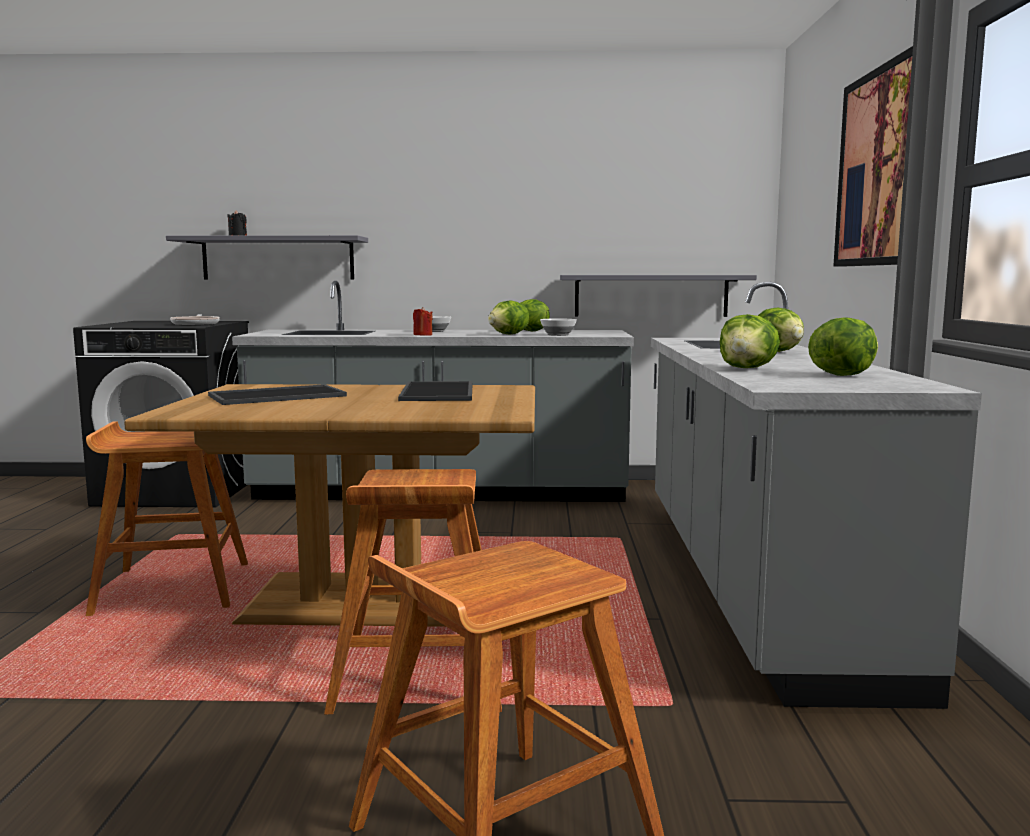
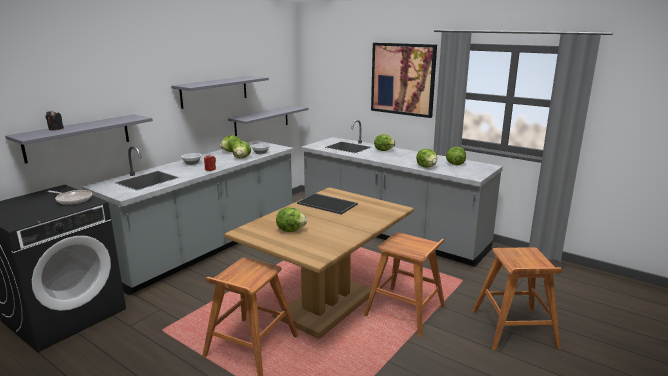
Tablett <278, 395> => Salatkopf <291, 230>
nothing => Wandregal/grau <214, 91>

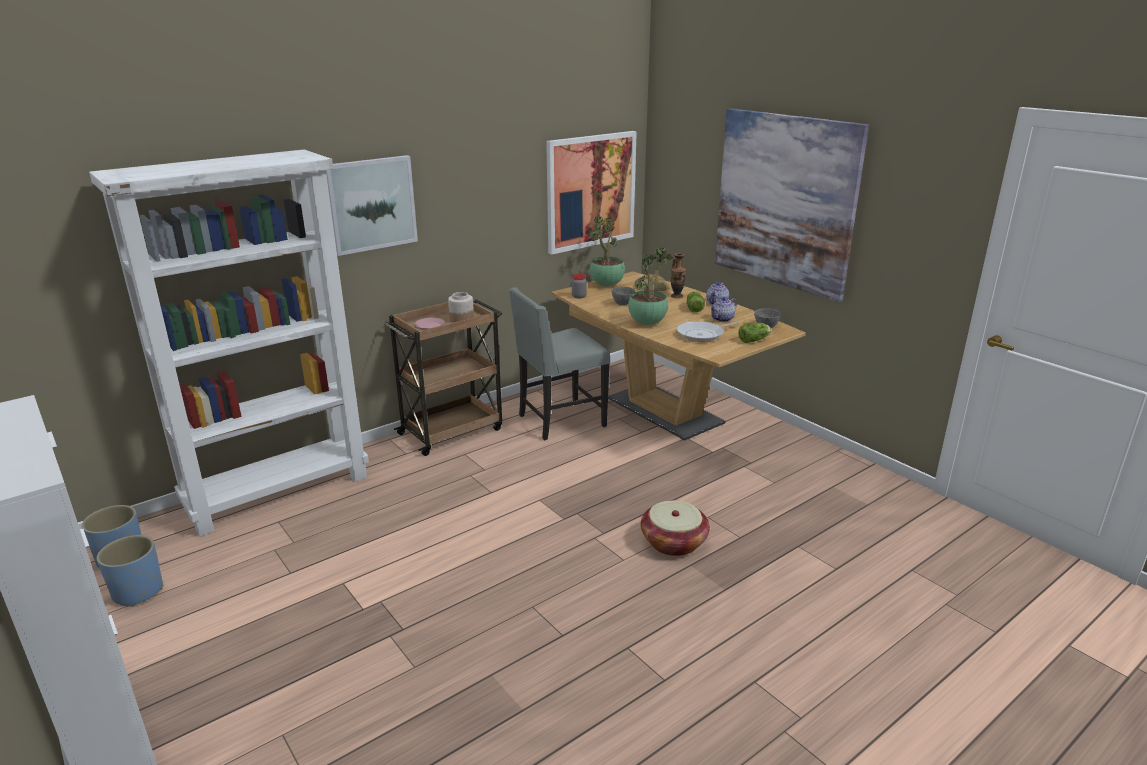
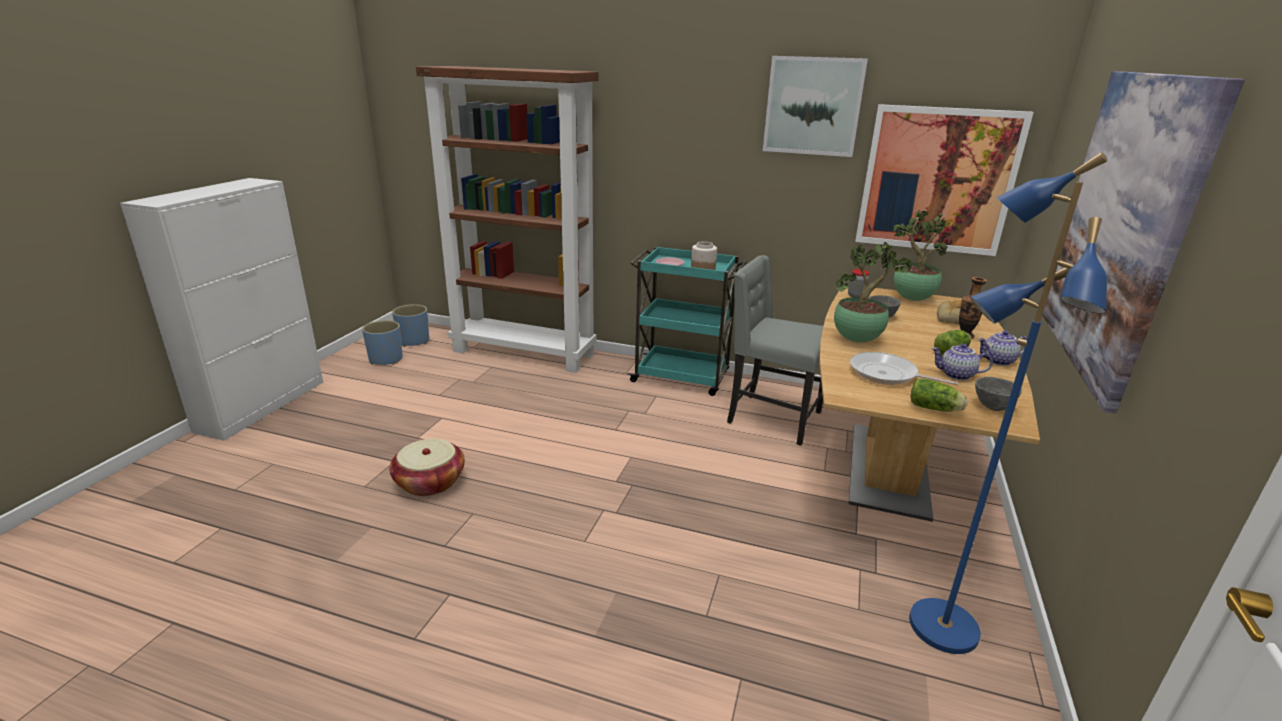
Bücherregal/weiß <279, 492> => Bücherregal/braun <525, 353>
Bild <371, 204> => Bild <813, 106>, shifted
Rollwagen/braun <452, 431> => Rollwagen/türkis <682, 377>
Korb <673, 542> => Korb <430, 482>, shifted
nothing => Stehlampe/blau <941, 627>

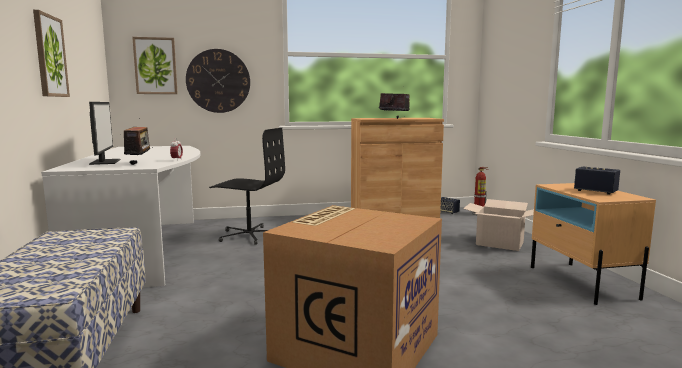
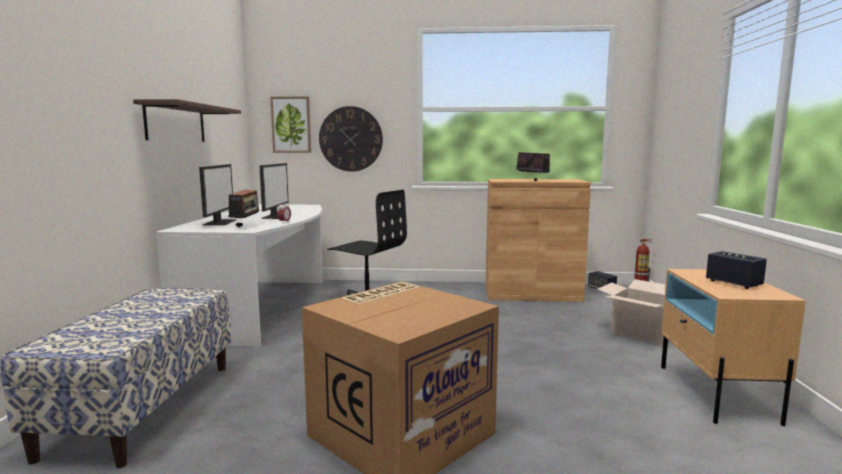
Bild <50, 56> => Wandregal <176, 123>
nothing => Monitor <276, 216>

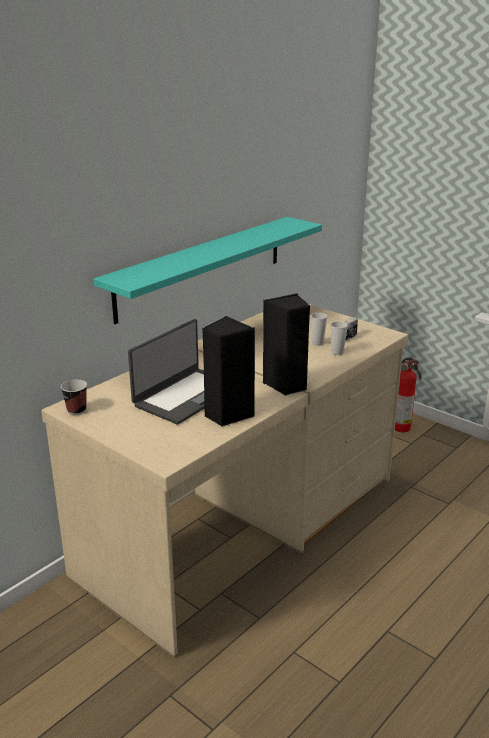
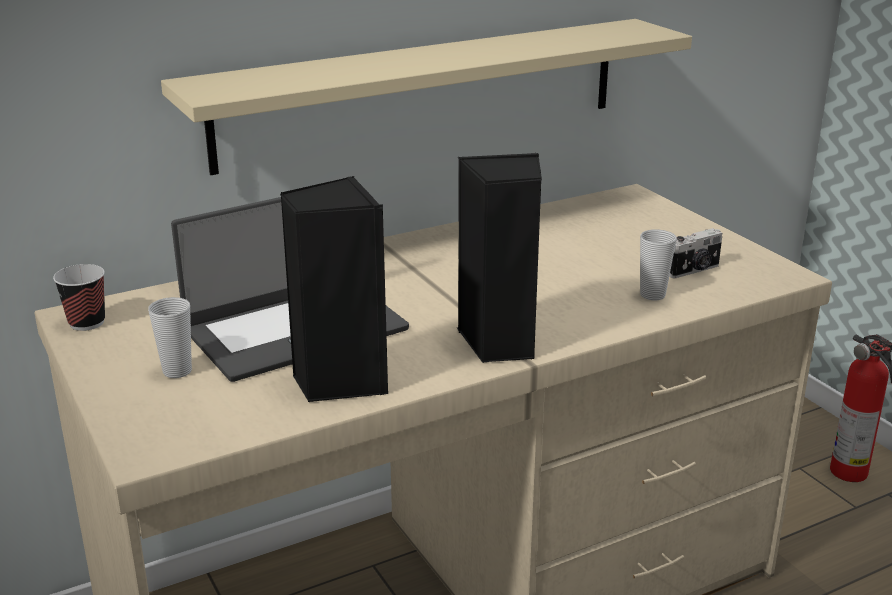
Wandregal/türkis <202, 267> => Wandregal/beige <423, 92>
Tasse <317, 343> => Tasse <177, 371>, shifted

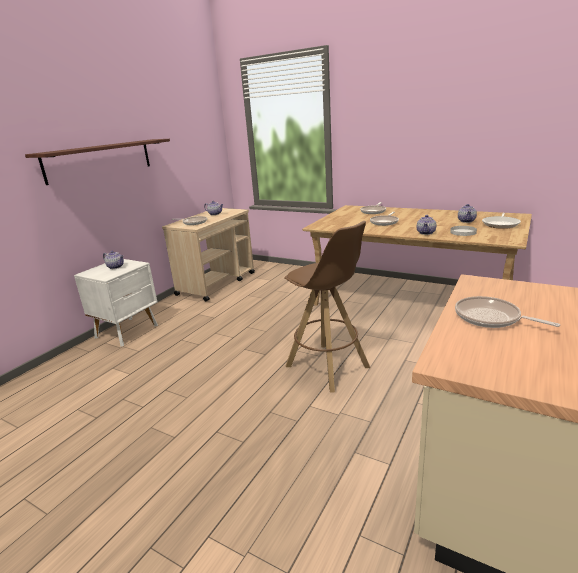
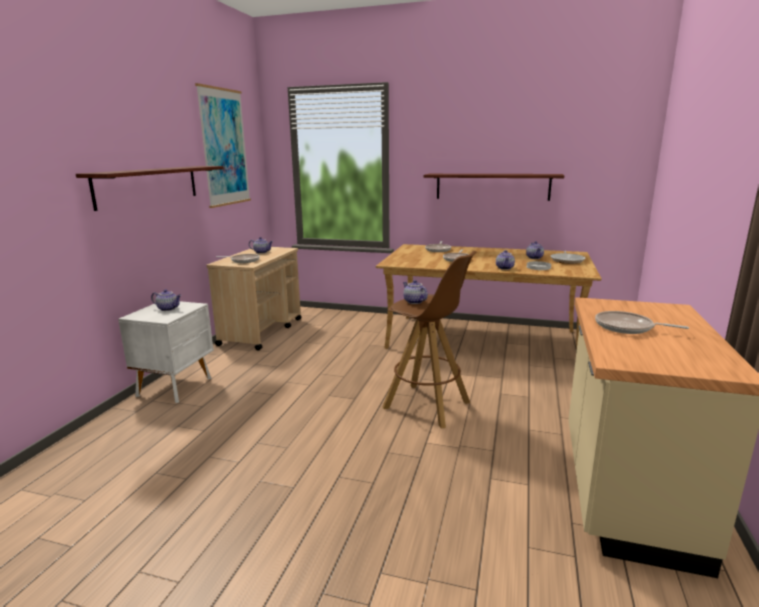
nothing => Bild <224, 147>
nothing => Wandregal <492, 186>
nothing => Teekanne <414, 302>

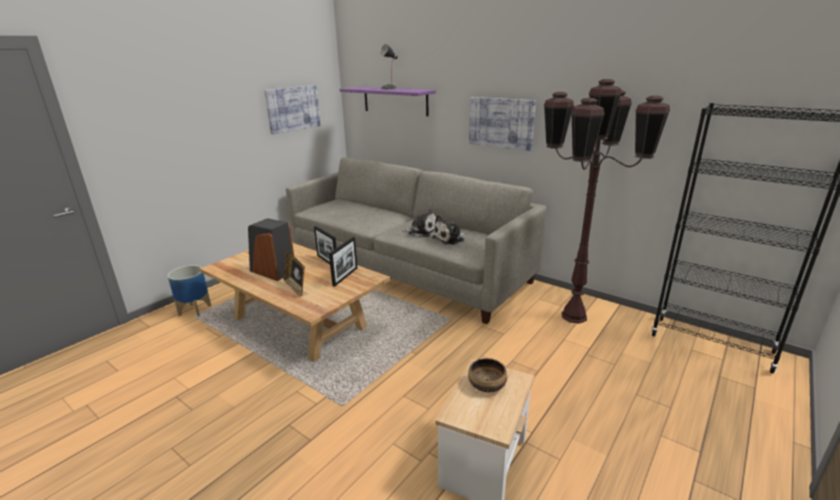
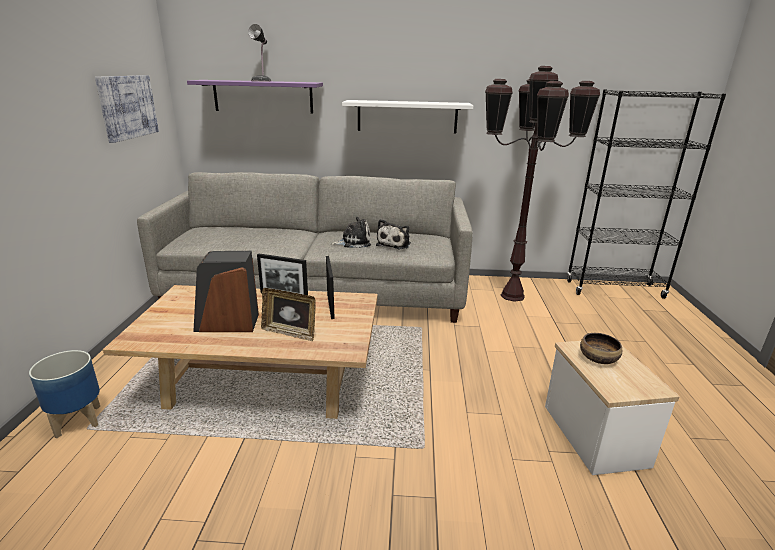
Bild <501, 123> => Wandregal/weiß <407, 116>

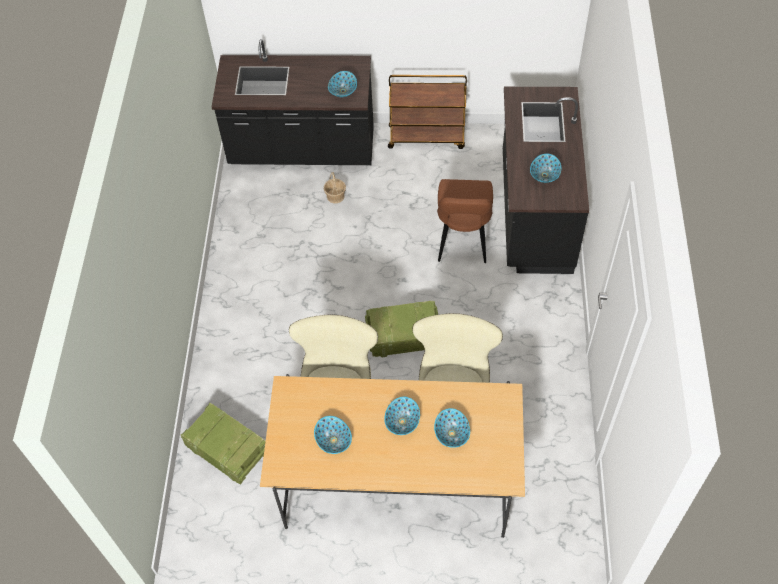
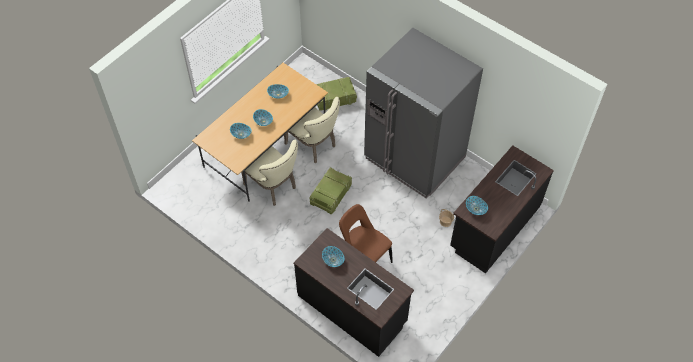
Rollwagen/braun <427, 136> => nothing
nothing => Kühlschrank/grau <414, 158>

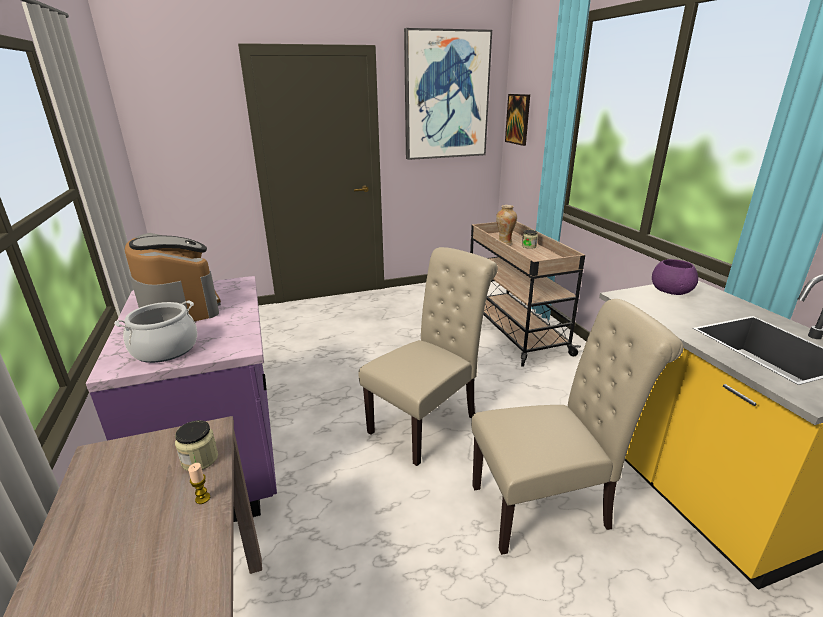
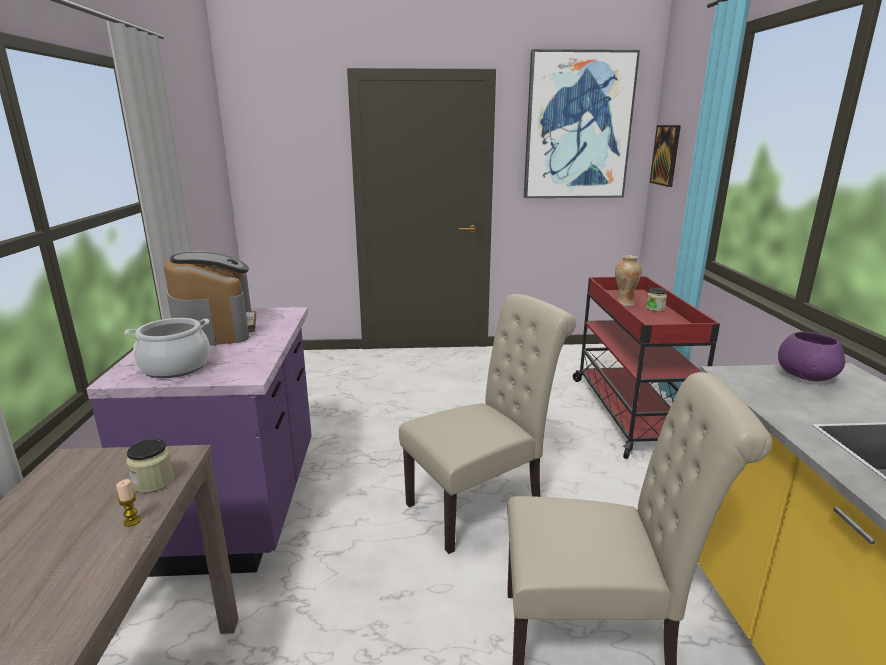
Rollwagen/beige <513, 329> => Rollwagen/rot <629, 412>

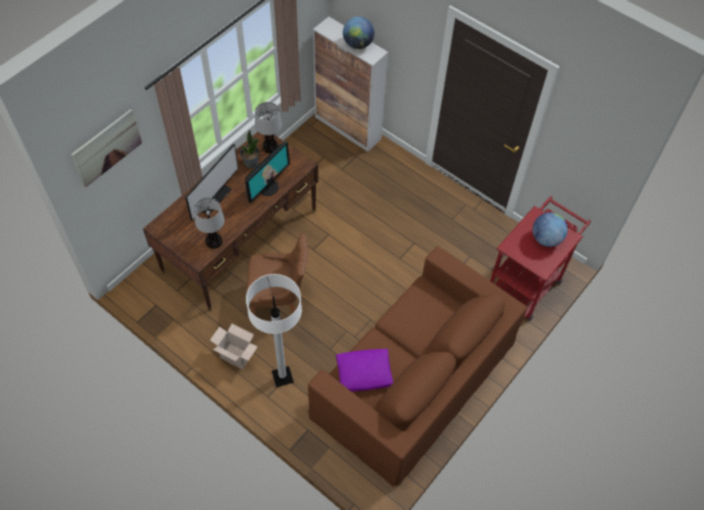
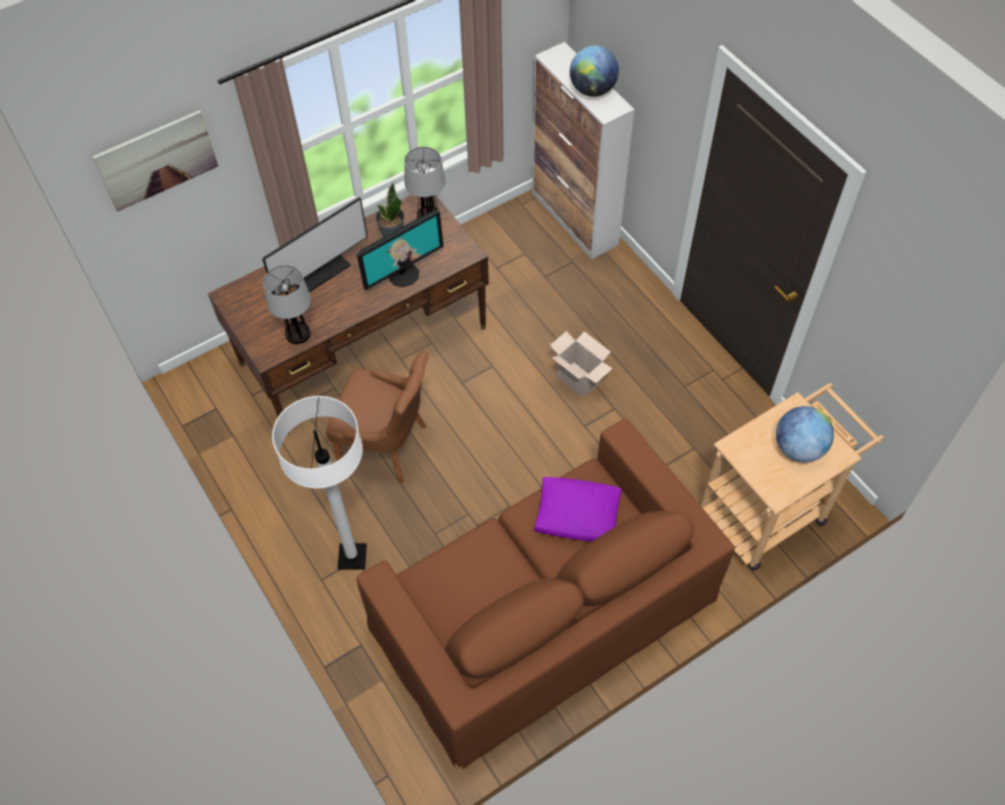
Rollwagen/rot <527, 282> => Rollwagen/beige <771, 510>
Karton <237, 356> => Karton <580, 380>, shifted
Kissen/lila <364, 373> => Kissen/lila <578, 515>, shifted

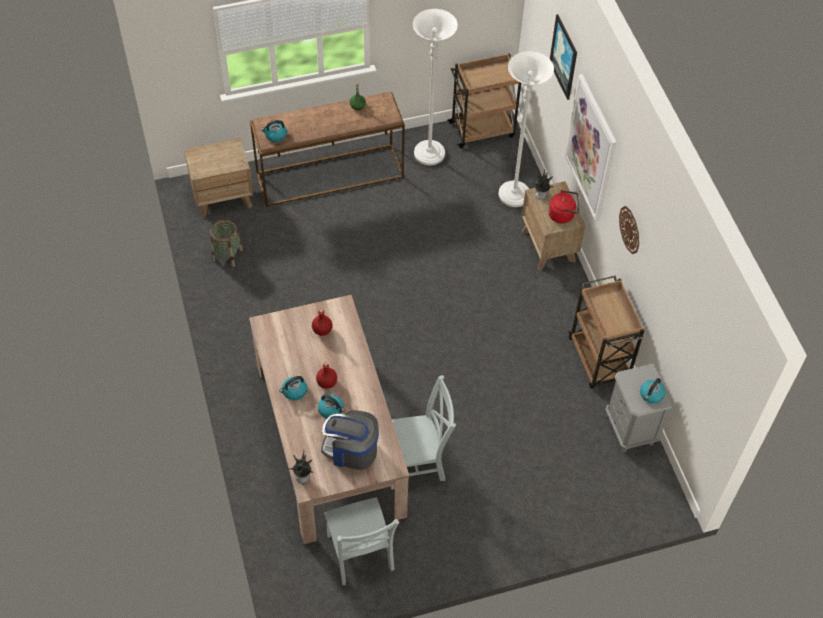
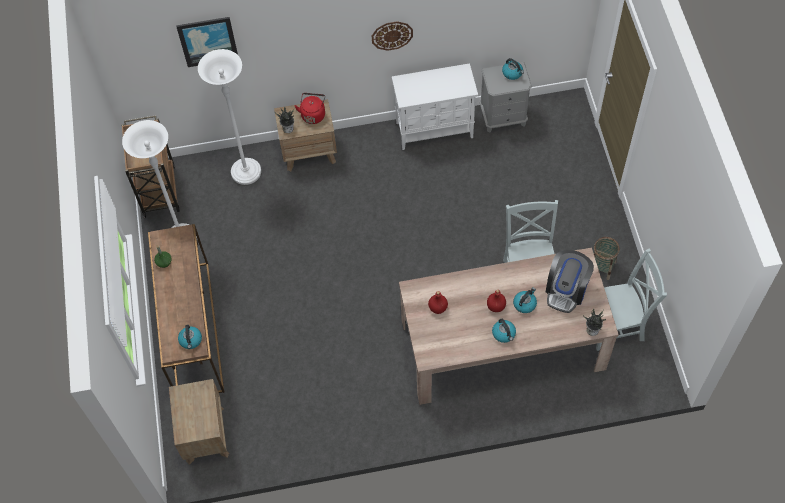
Bild <591, 148> => nothing
Korb <227, 255> => Korb <601, 267>, shifted
Rollwagen/braun <599, 360> => Schrank/weiß <435, 130>

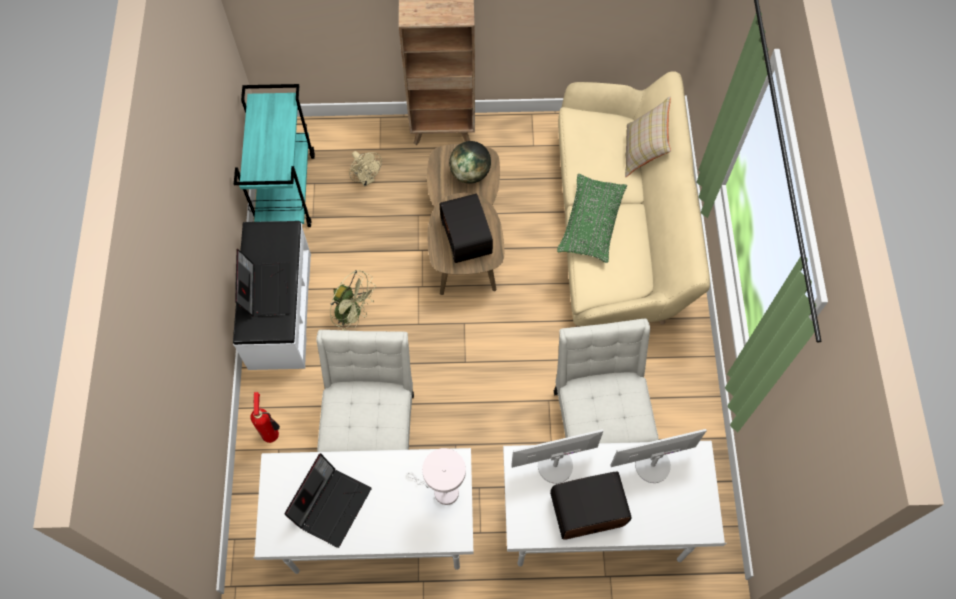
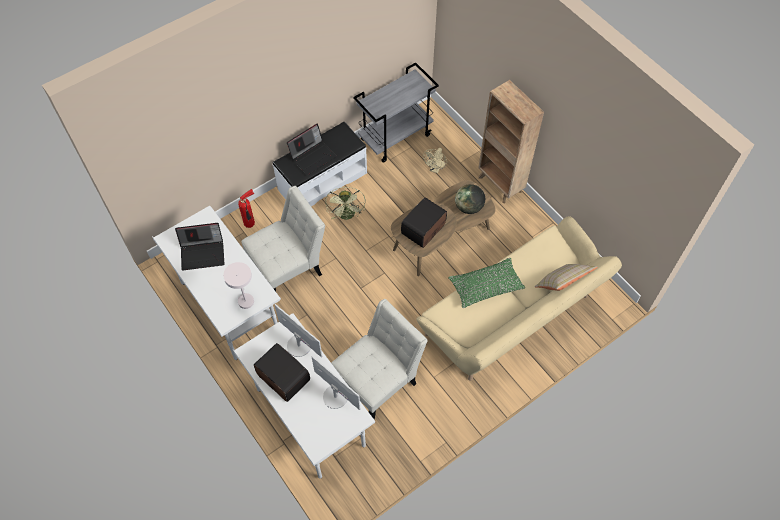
Rollwagen/türkis <285, 190> => Rollwagen/grau <396, 137>

